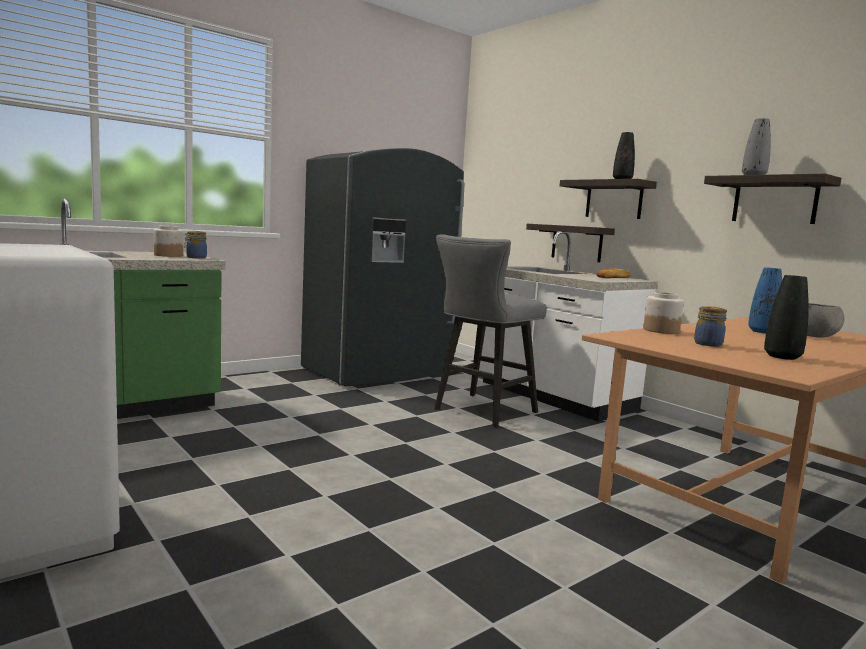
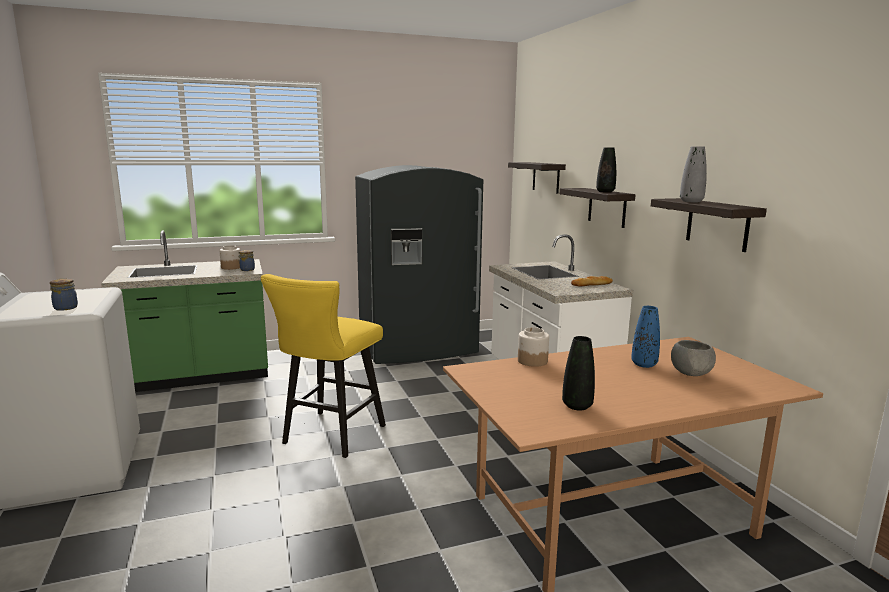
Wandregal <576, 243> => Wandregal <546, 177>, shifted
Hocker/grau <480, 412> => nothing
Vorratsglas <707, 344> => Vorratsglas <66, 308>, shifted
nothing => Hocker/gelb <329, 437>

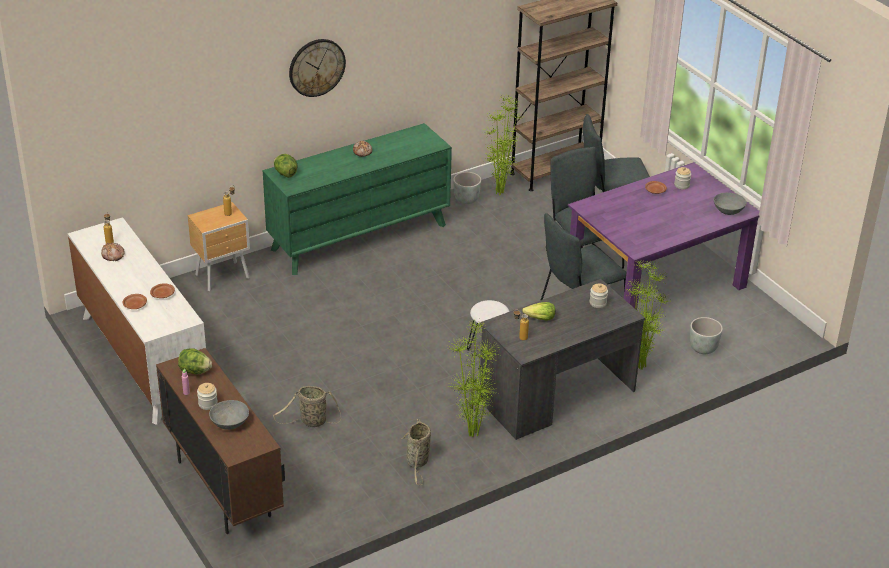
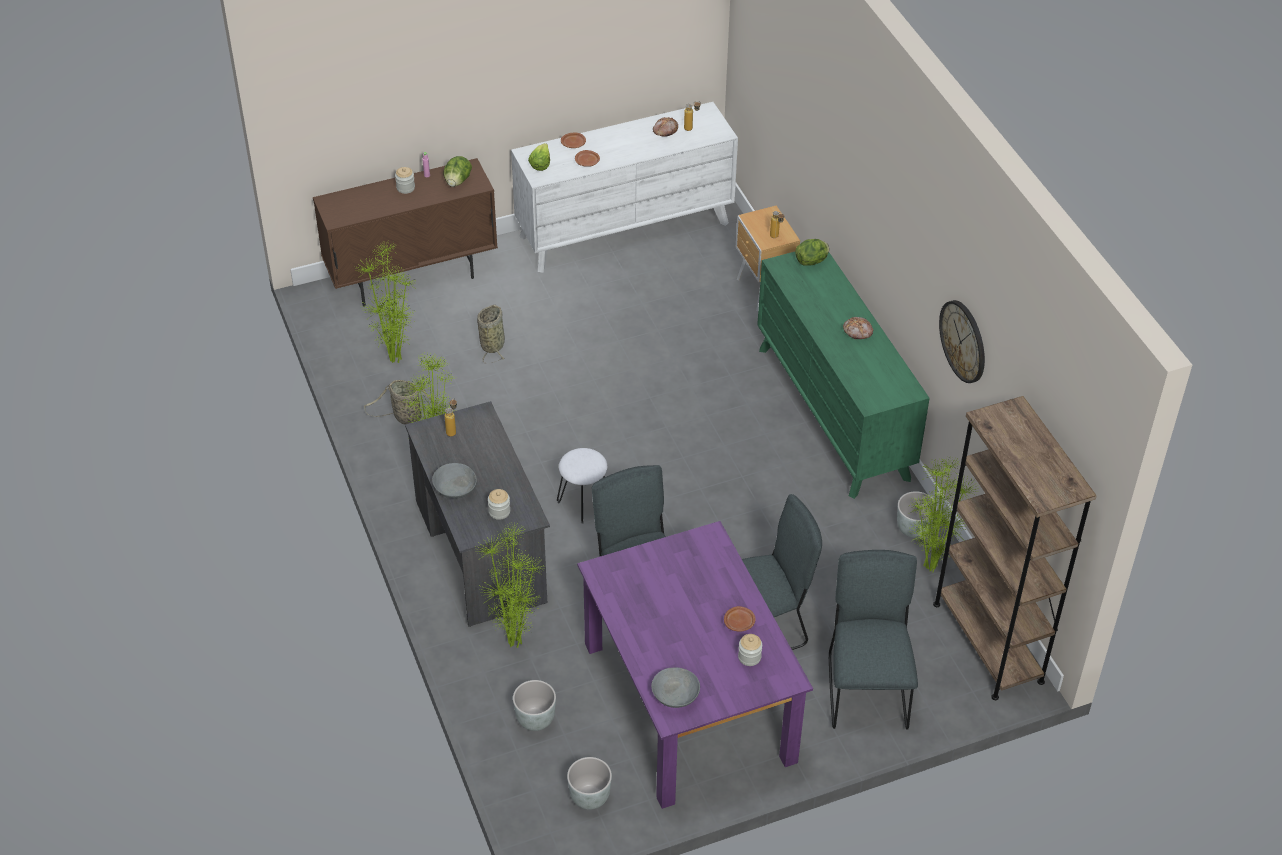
Wanduhr <316, 67> => Wanduhr <963, 341>, shifted
Salatkopf <540, 318> => Salatkopf <540, 164>, shifted
Schüssel/grau <230, 423> => Schüssel/grau <454, 489>, shifted
nothing => Topfpflanze <395, 358>
nothing => Pflanzkübel/grau <589, 797>

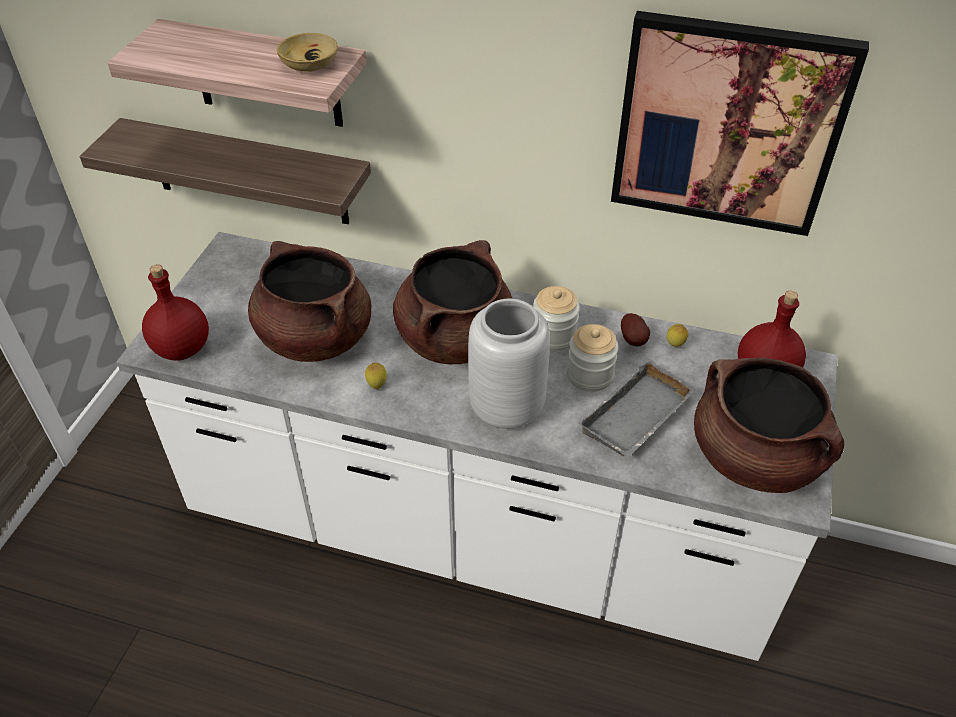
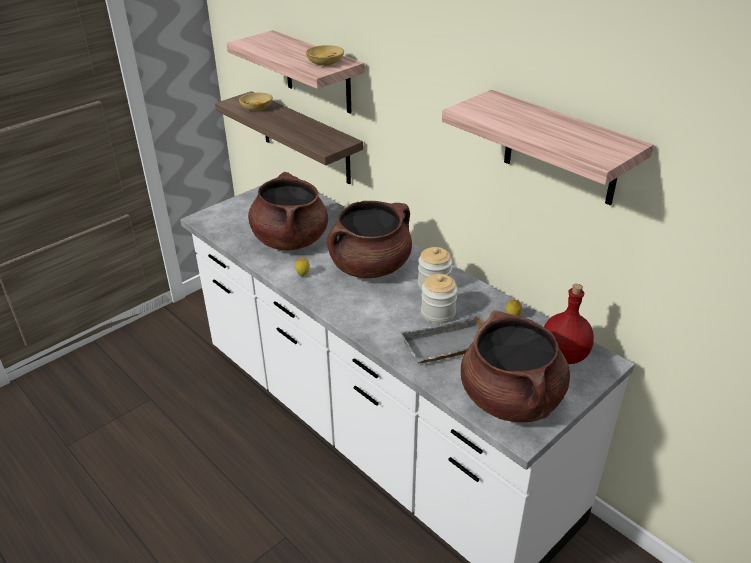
Bild <727, 125> => Wandregal <560, 149>
Flasche/rot <182, 349> => nothing
Vase/grau <508, 409> => nothing
Kartoffel <634, 340> => nothing
nothing => Schüssel/beige <256, 108>

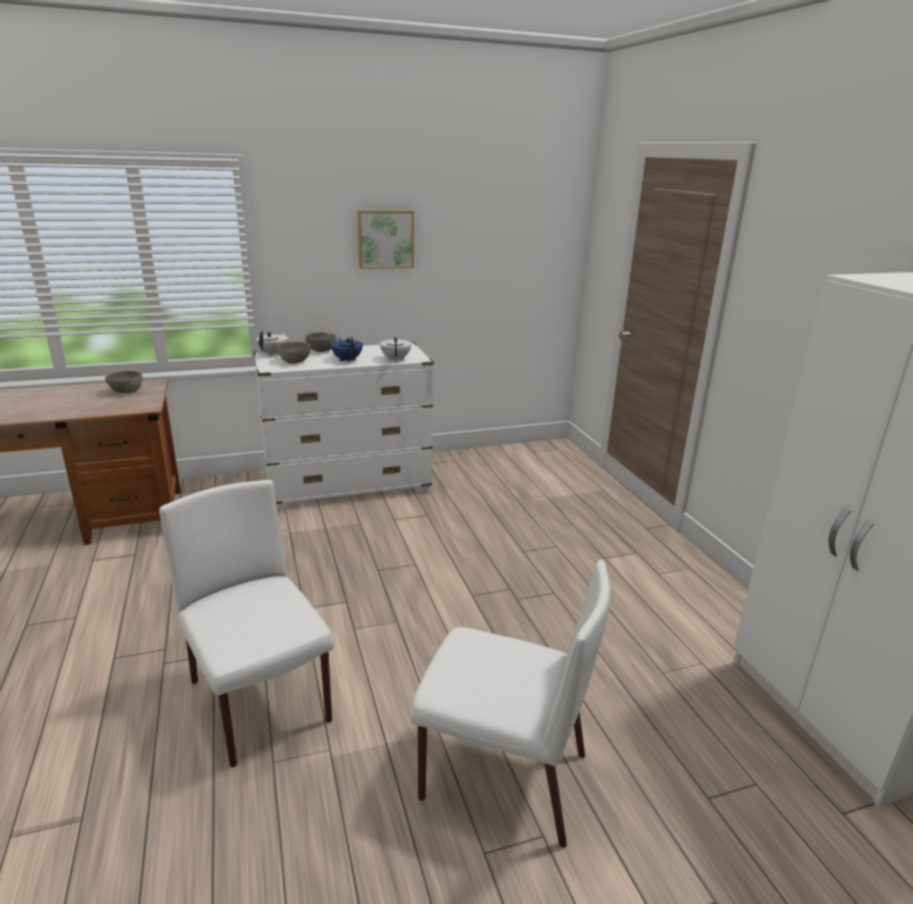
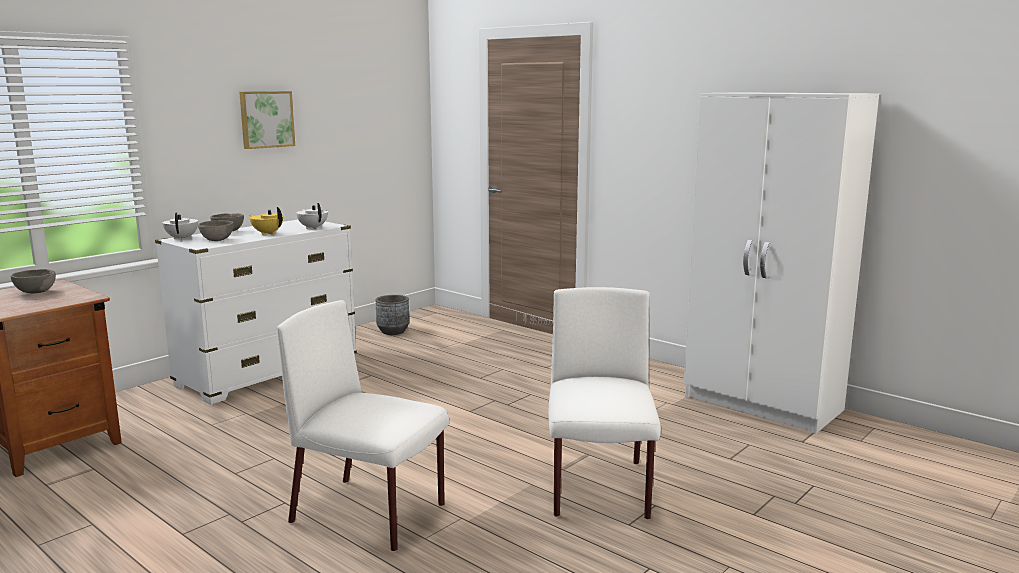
Teekanne/blau <347, 360> => Teekanne/gelb <267, 233>
Stuhl/weiß <501, 775> => Stuhl/weiß <599, 489>, 75 degrees counterclockwise
nothing => Pflanzkübel/grau <393, 331>

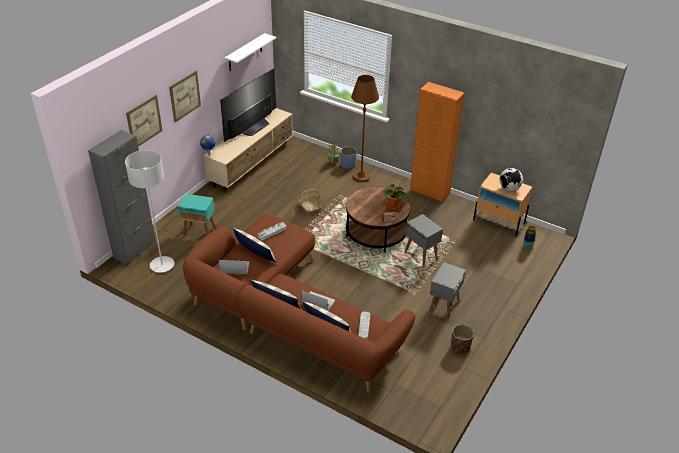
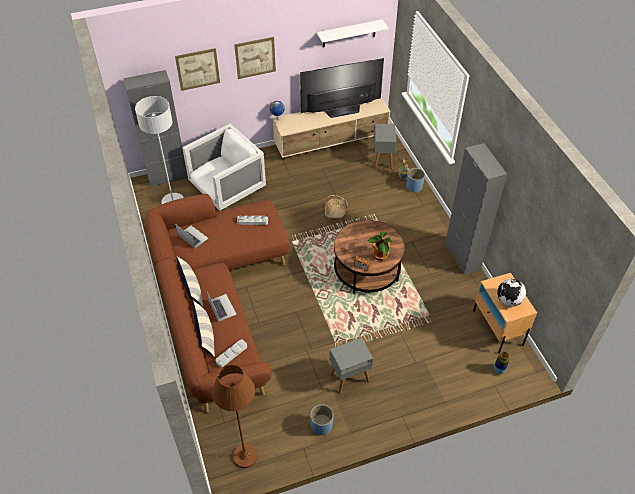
Stehlampe/braun <361, 177> => Stehlampe/braun <245, 456>, shifted
Schrank/orange <430, 192> => Schrank/grau <462, 256>
Beistelltisch/türkis <200, 232> => Sessel/weiß <227, 187>
Beistelltisch/grau <420, 255> => Beistelltisch/grau <382, 159>, shifted
Kissen <255, 253> => nothing
Pflanzkübel/braun <460, 347> => Pflanzkübel/blau <321, 426>

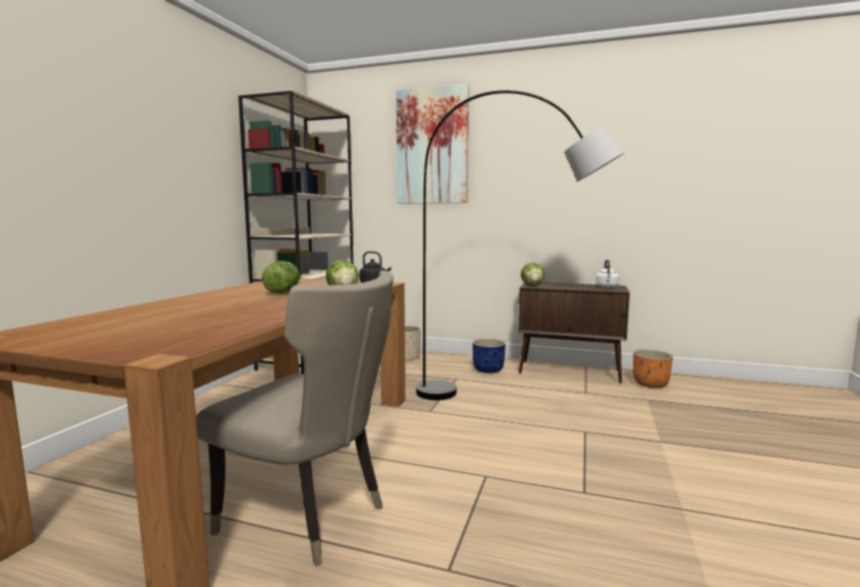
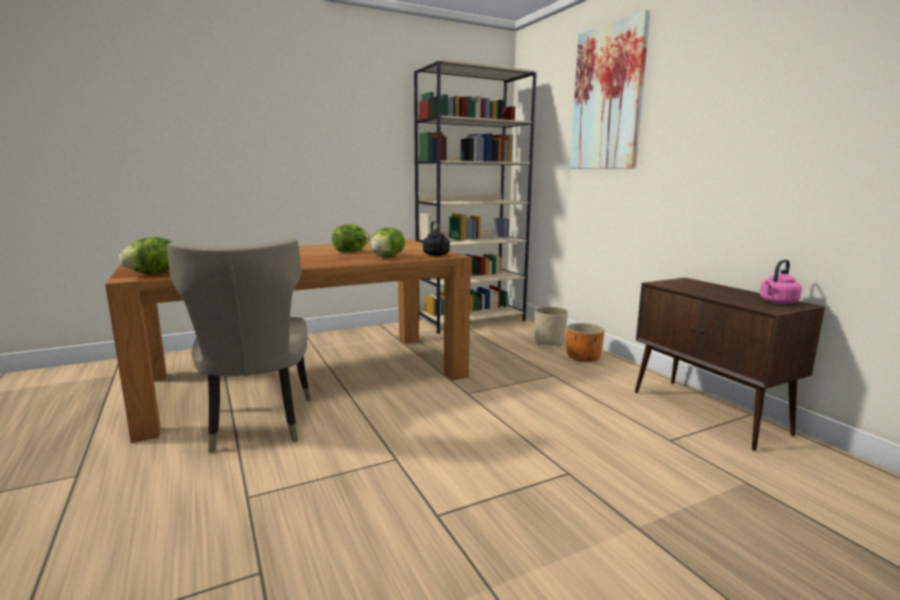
Stehlampe/grau <514, 398> => nothing
Wasserkessel/weiß <607, 287> => Wasserkessel/rosa <777, 302>
Salatkopf <532, 285> => Salatkopf <153, 274>, shifted
Pflanzkübel/blau <488, 370> => nothing
Pflanzkübel/orange <651, 384> => Pflanzkübel/orange <583, 358>, shifted

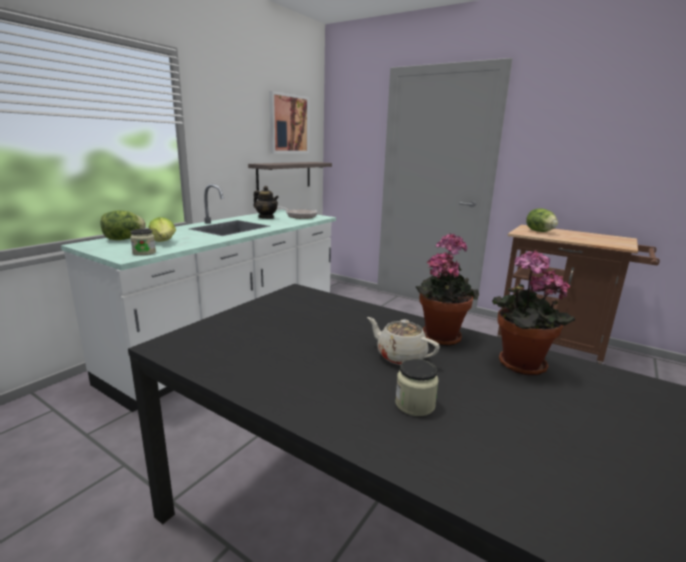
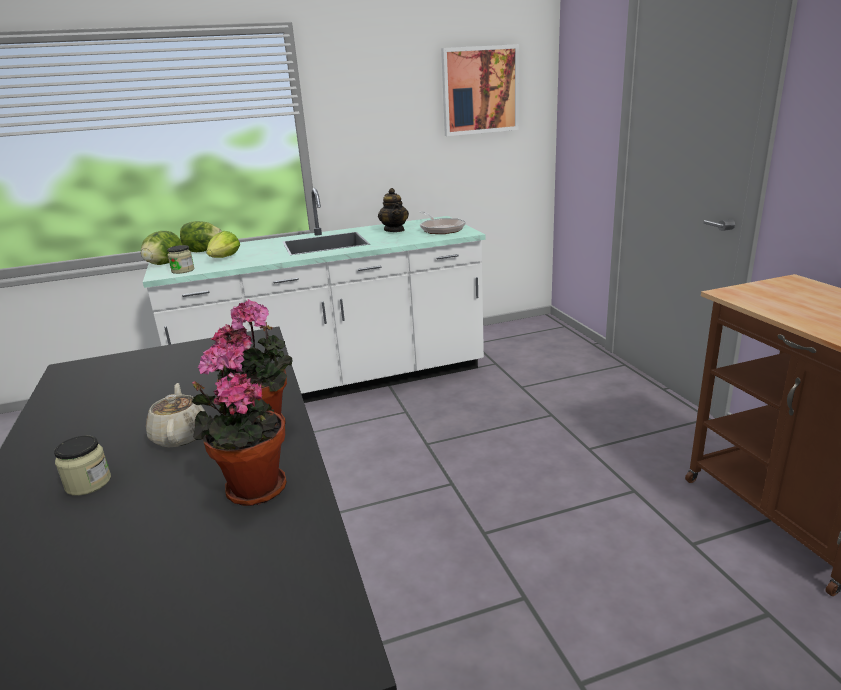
Wandregal <284, 175> => nothing
Salatkopf <539, 231> => Salatkopf <164, 264>, shifted

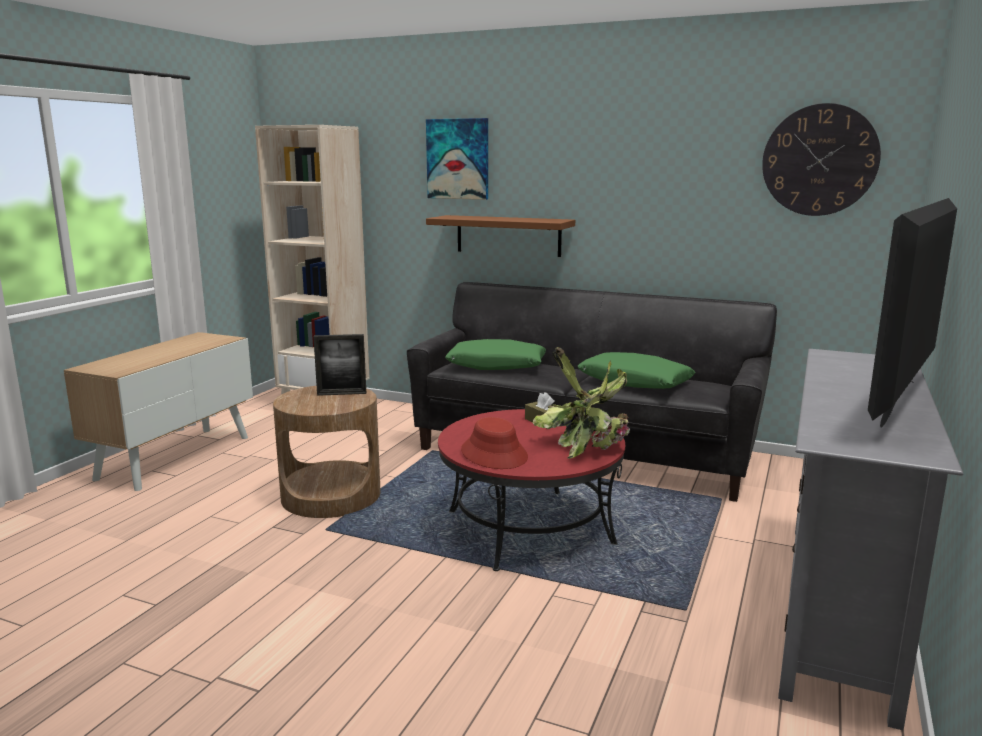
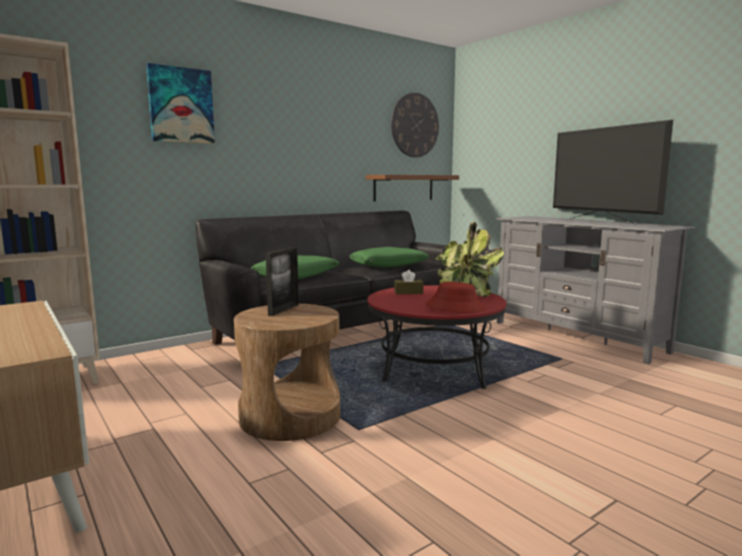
Wandregal/braun <508, 235> => Wandregal/braun <403, 187>, shifted

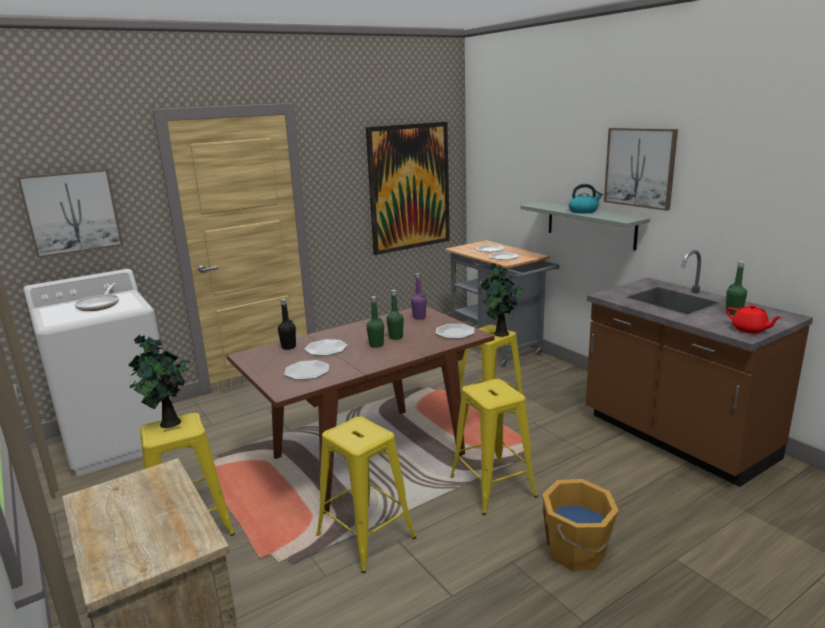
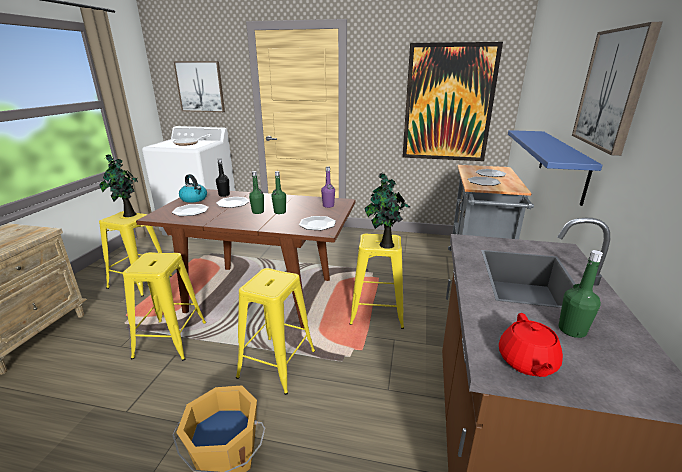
Wasserkessel <583, 211> => Wasserkessel <194, 199>, shifted
Wandregal/grau <590, 225> => Wandregal/blau <562, 164>

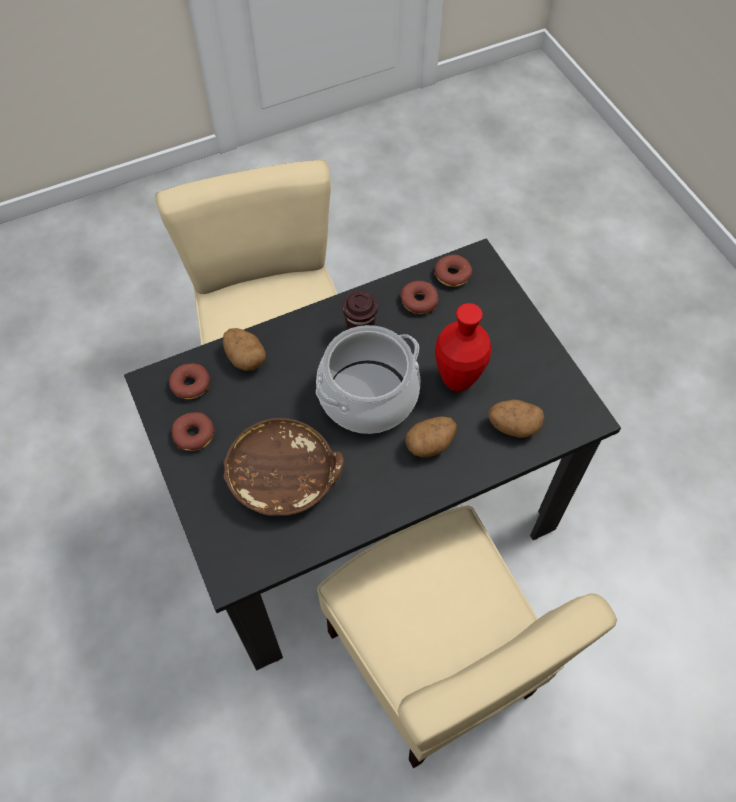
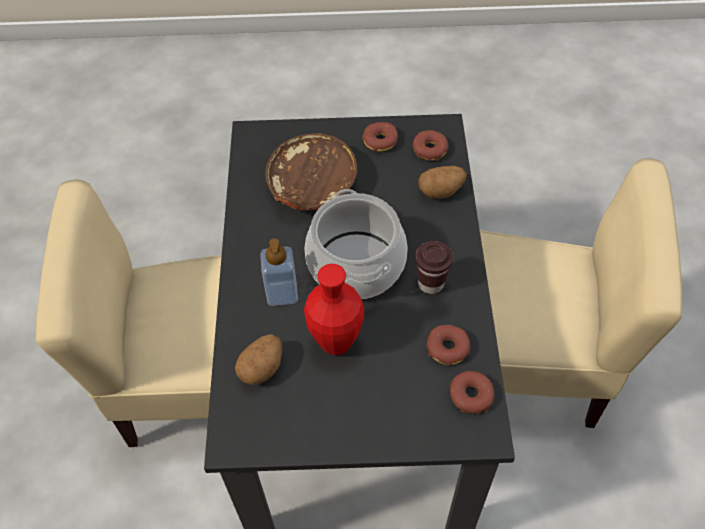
Kartoffel <430, 444> => Seifenspender <282, 293>

